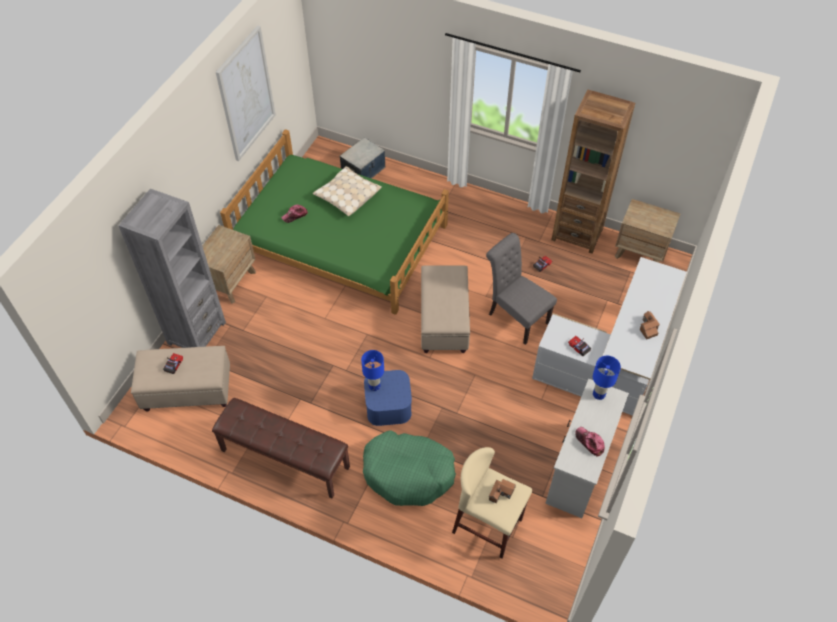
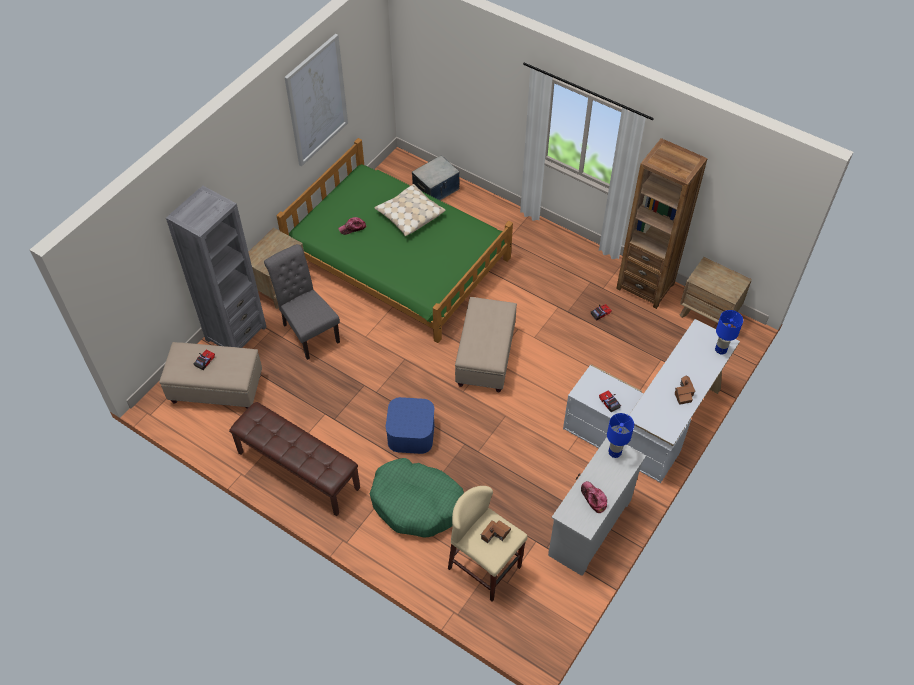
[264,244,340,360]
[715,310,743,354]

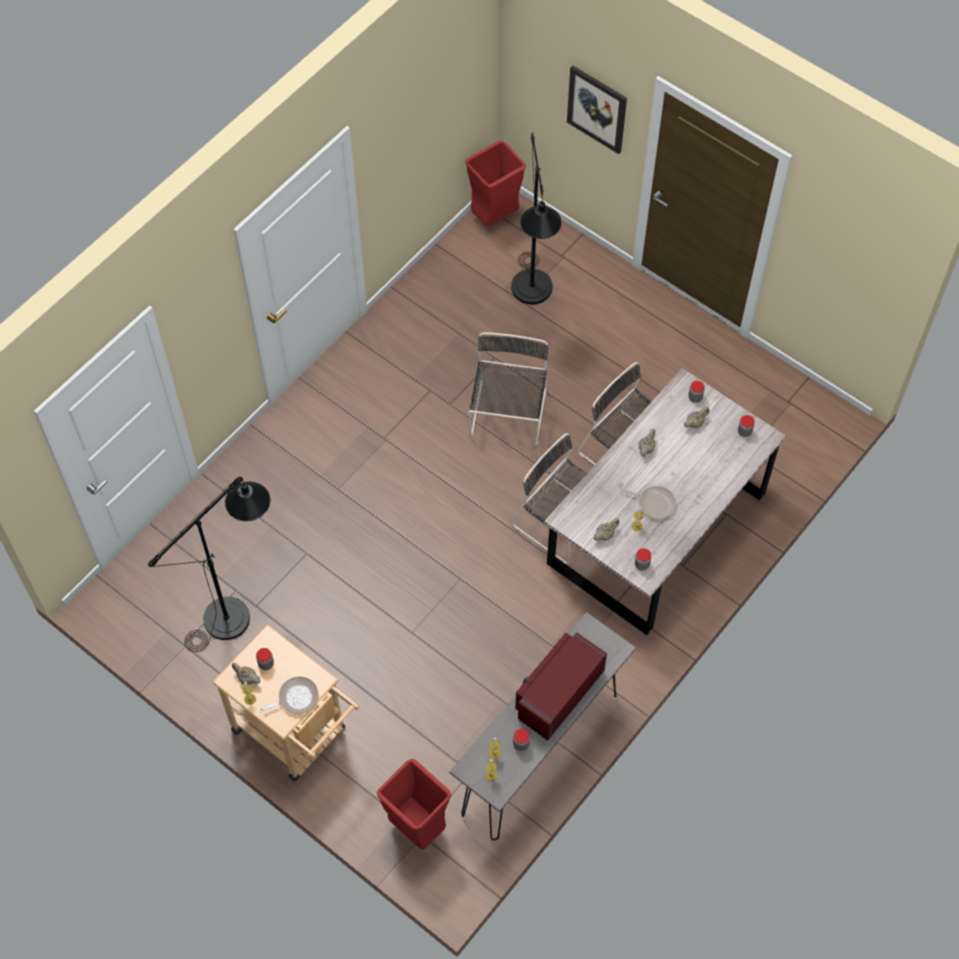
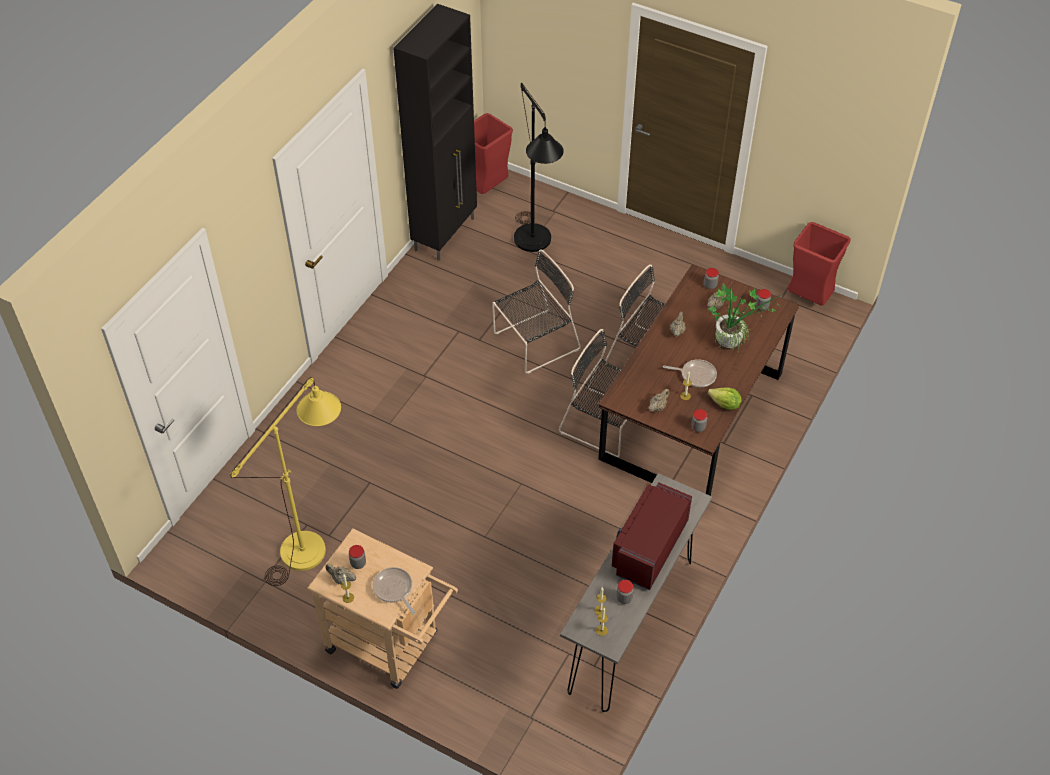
[230,377,341,586]
[372,567,416,615]
[393,4,477,261]
[492,249,581,374]
[598,264,799,496]
[706,283,782,353]
[708,388,742,410]
[788,222,851,306]
[567,65,627,154] (first image)

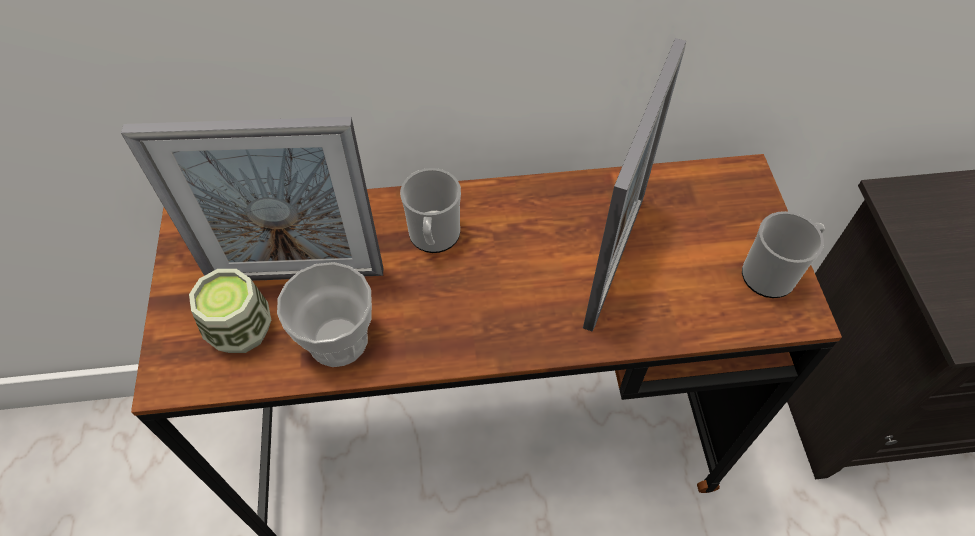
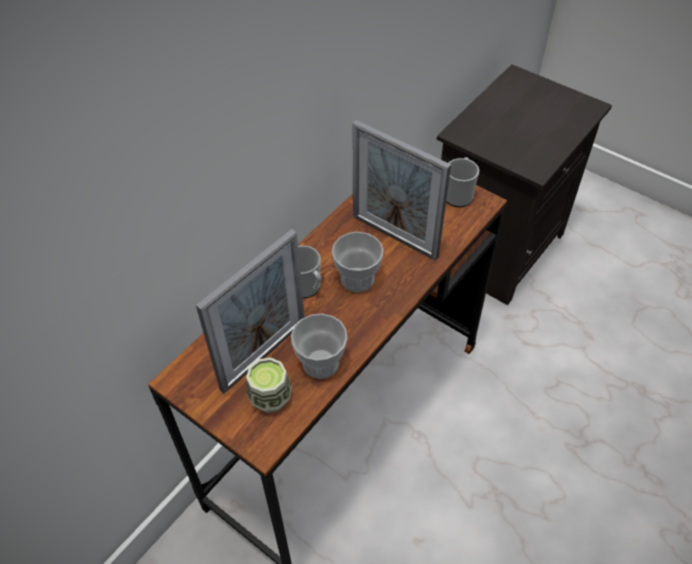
[332,232,384,292]
[353,120,451,261]

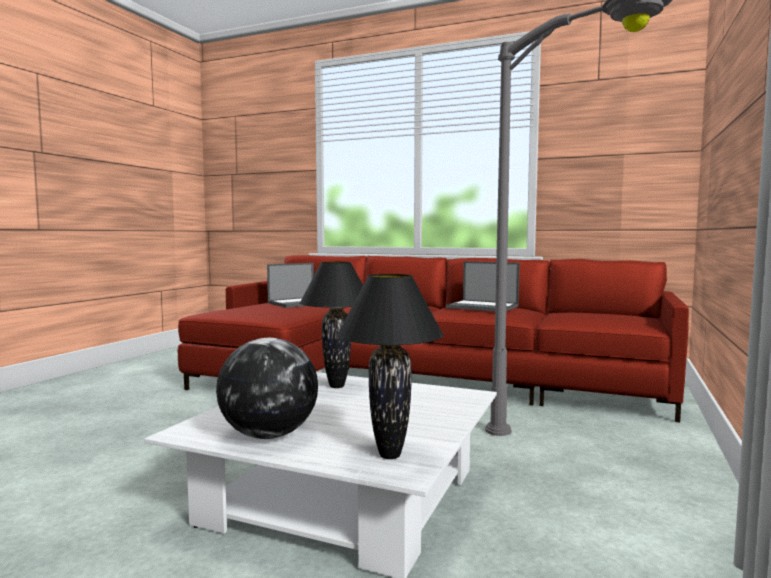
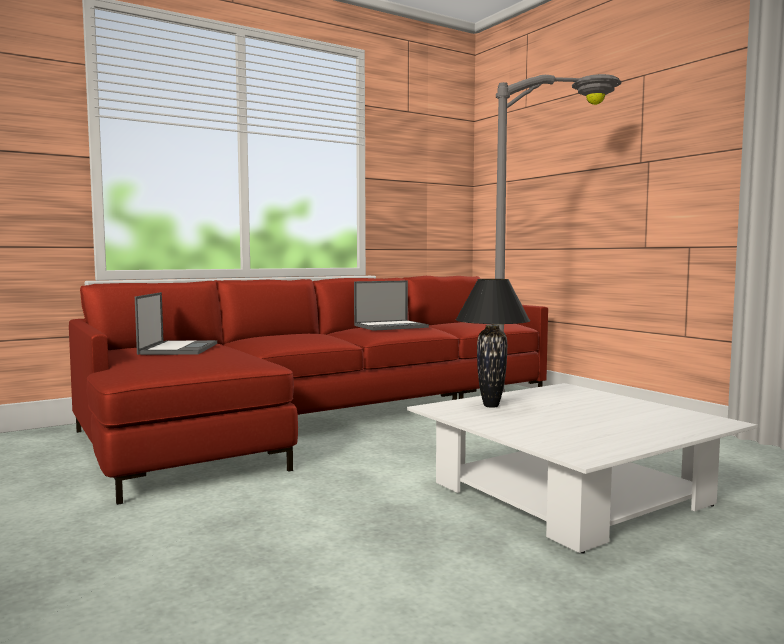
[216,338,318,439] (first image)
[337,274,444,459] (first image)

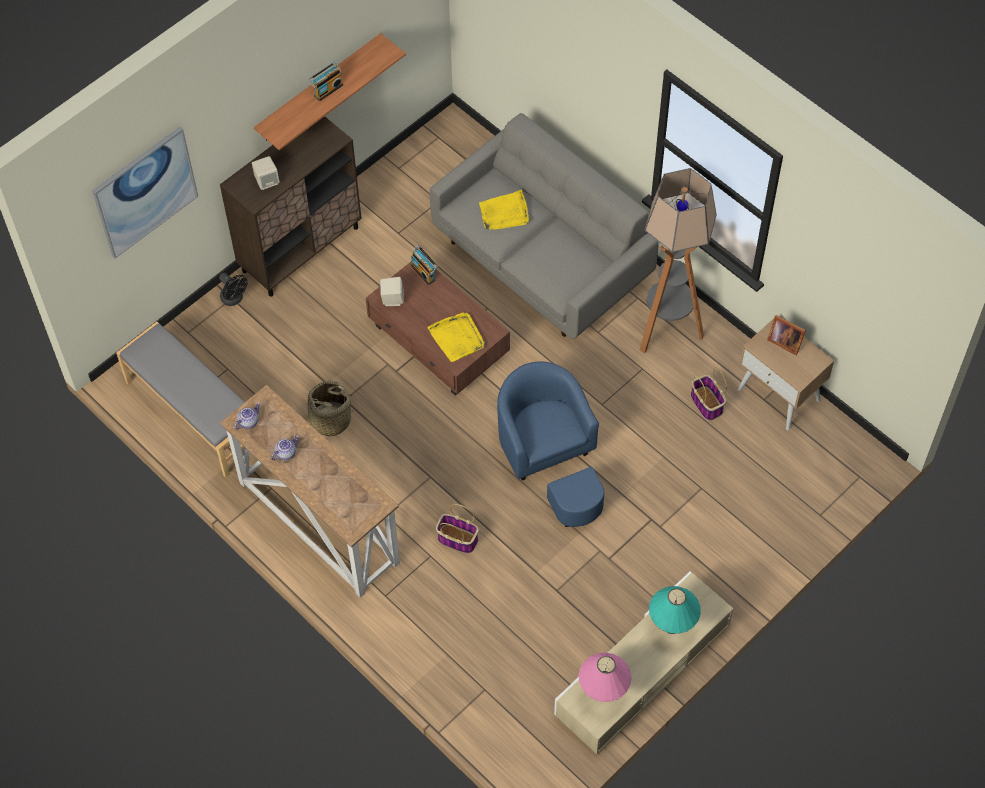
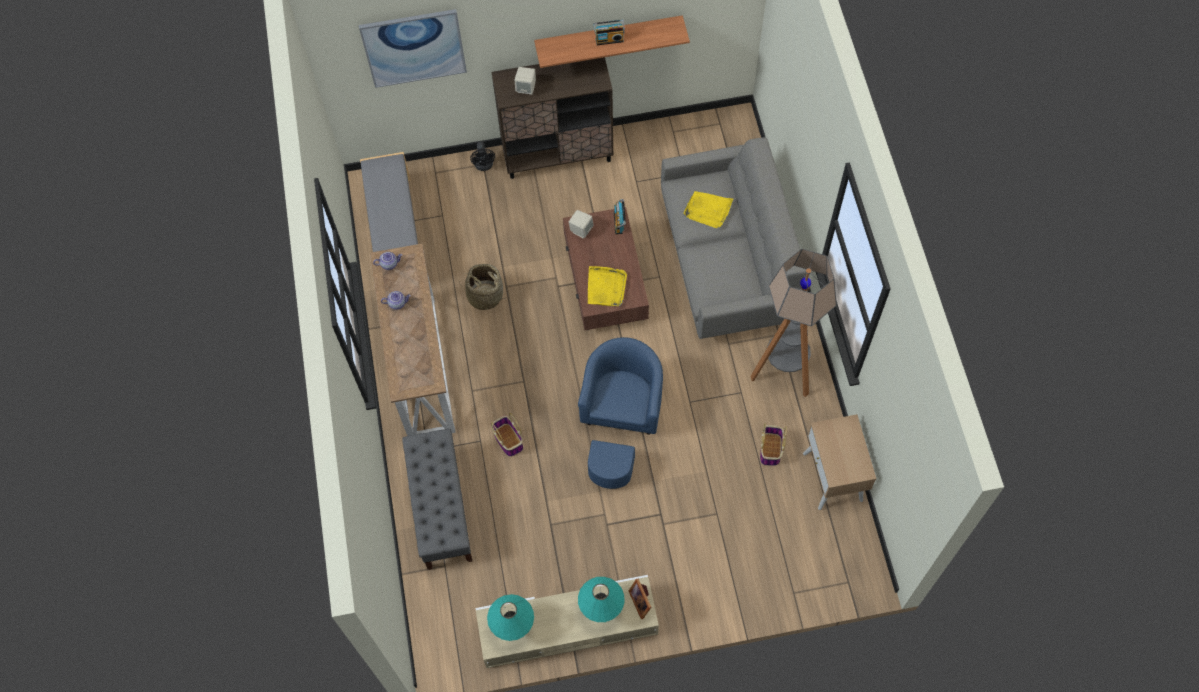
[402,429,472,570]
[487,594,534,641]
[629,578,651,619]

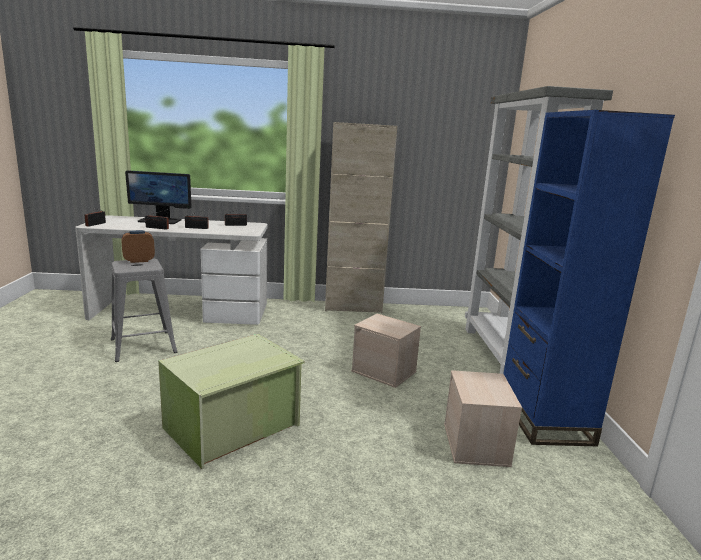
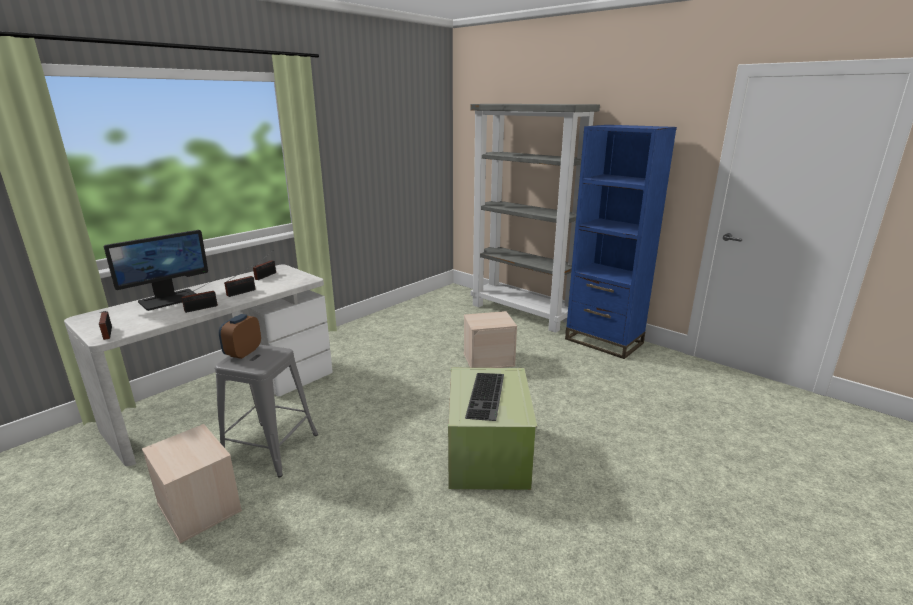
[142,424,242,544]
[465,373,504,421]
[325,122,397,313] (first image)

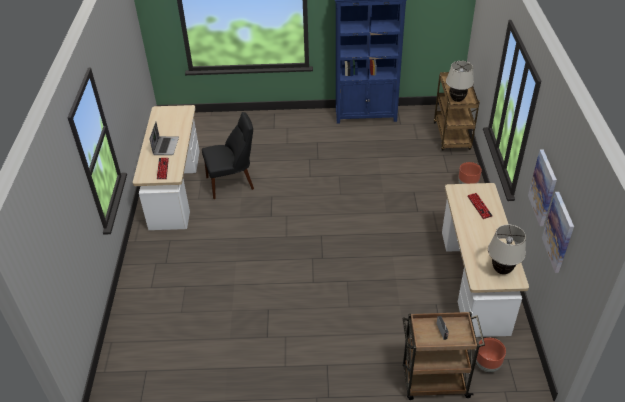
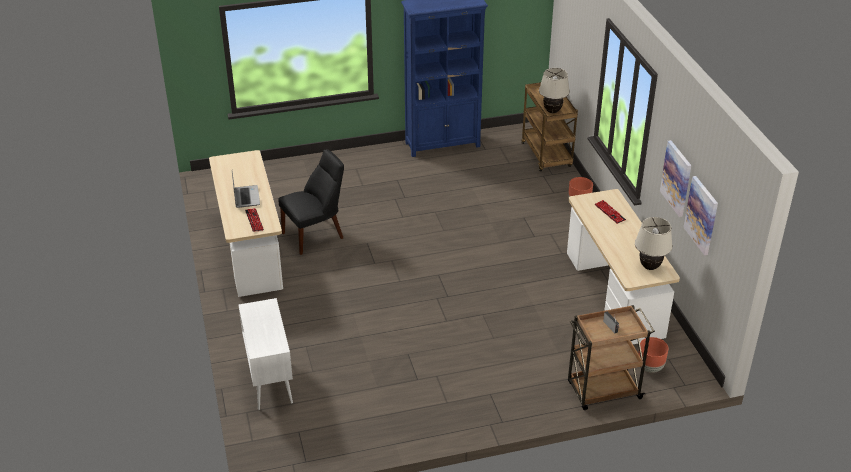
[239,298,293,410]

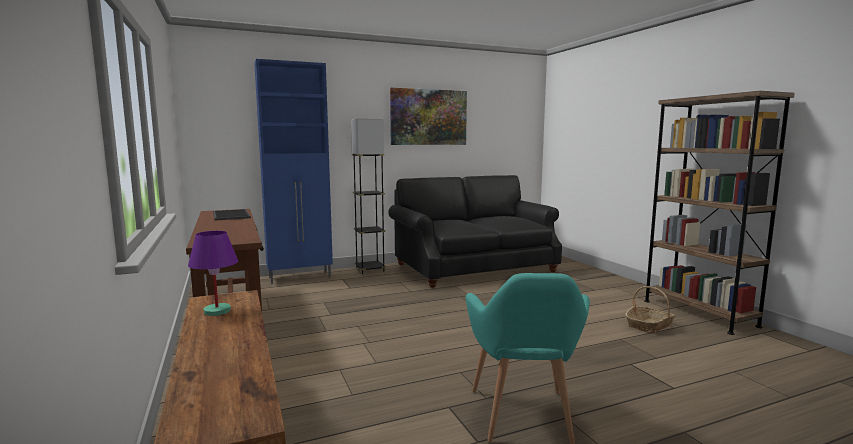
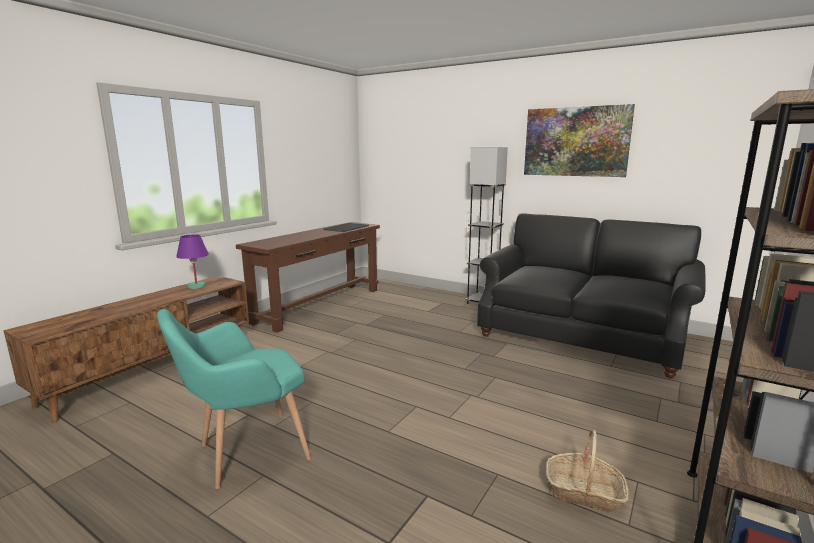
[254,59,333,284] (first image)

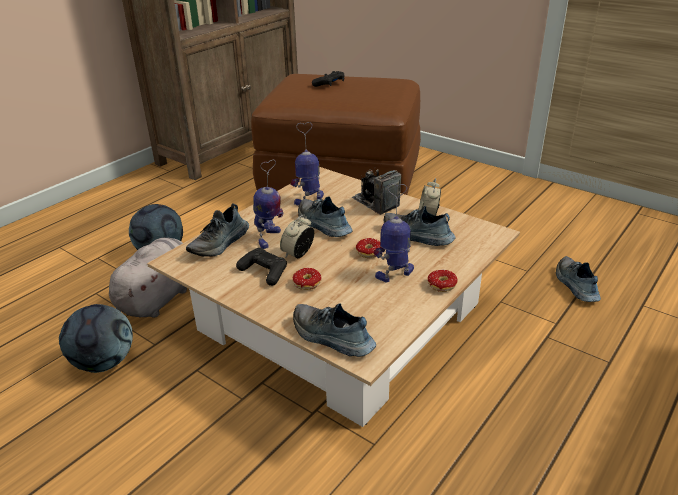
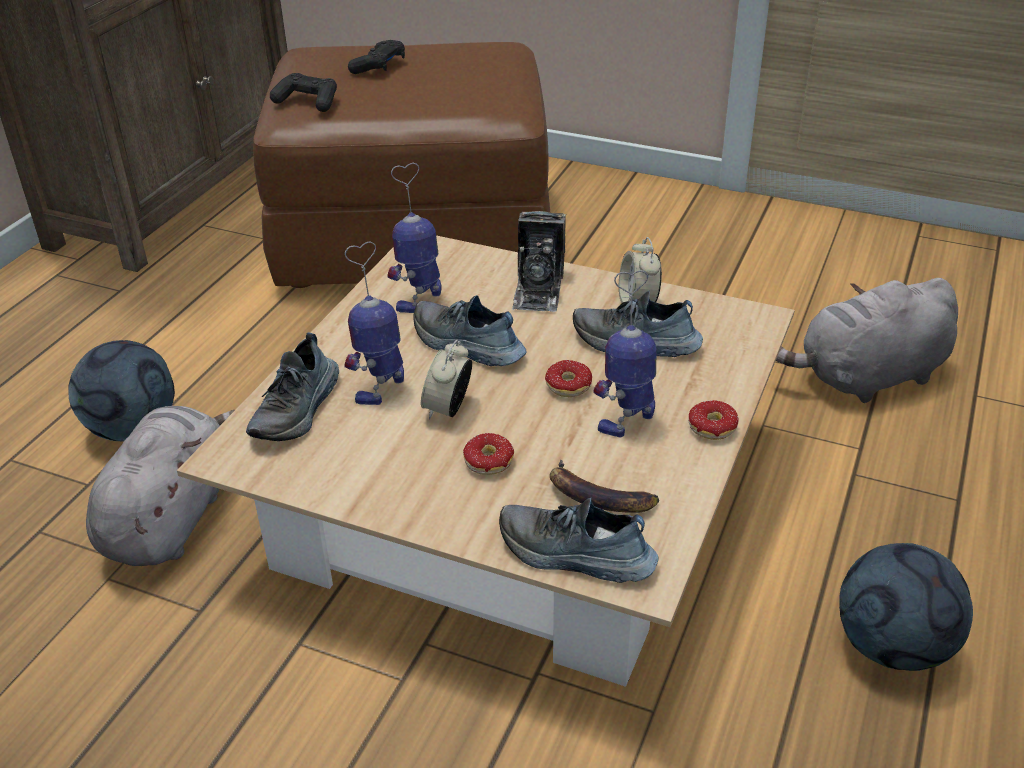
[270,73,337,112]
[344,241,404,405]
[512,211,566,312]
[550,460,659,513]
[776,278,958,403]
[839,543,973,671]

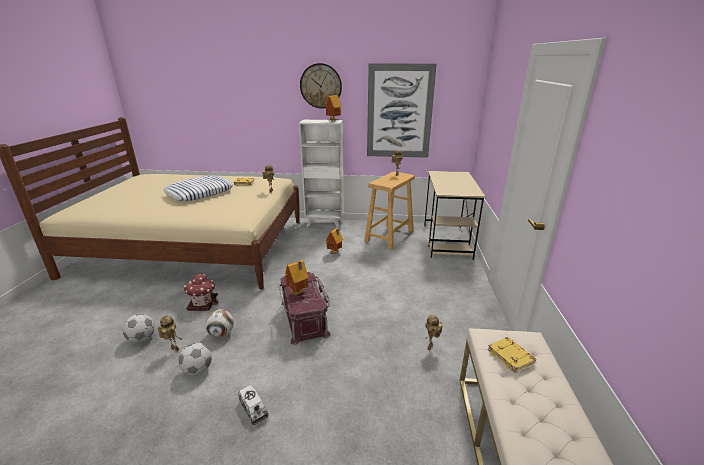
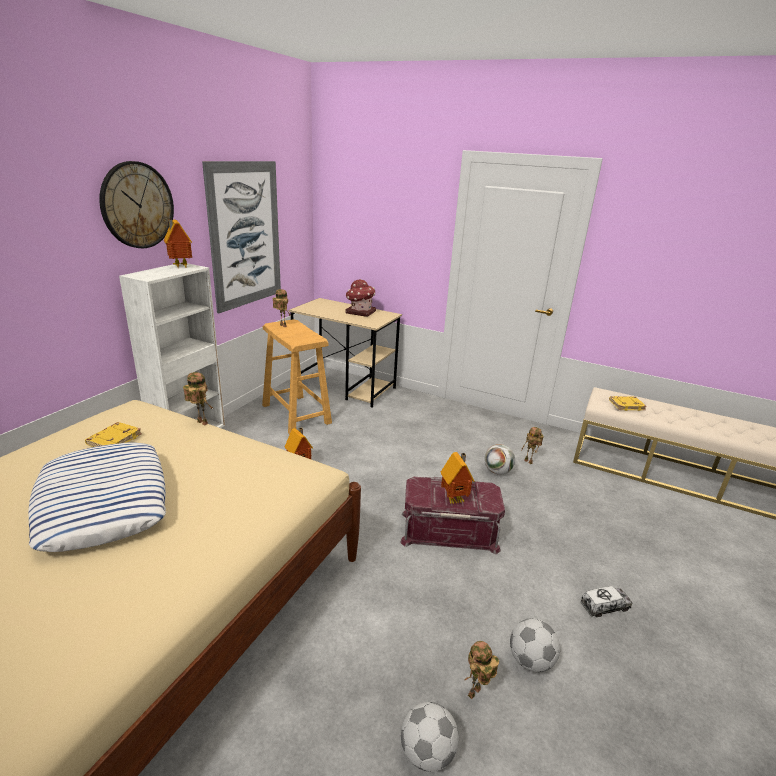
[345,279,376,317]
[484,444,515,475]

